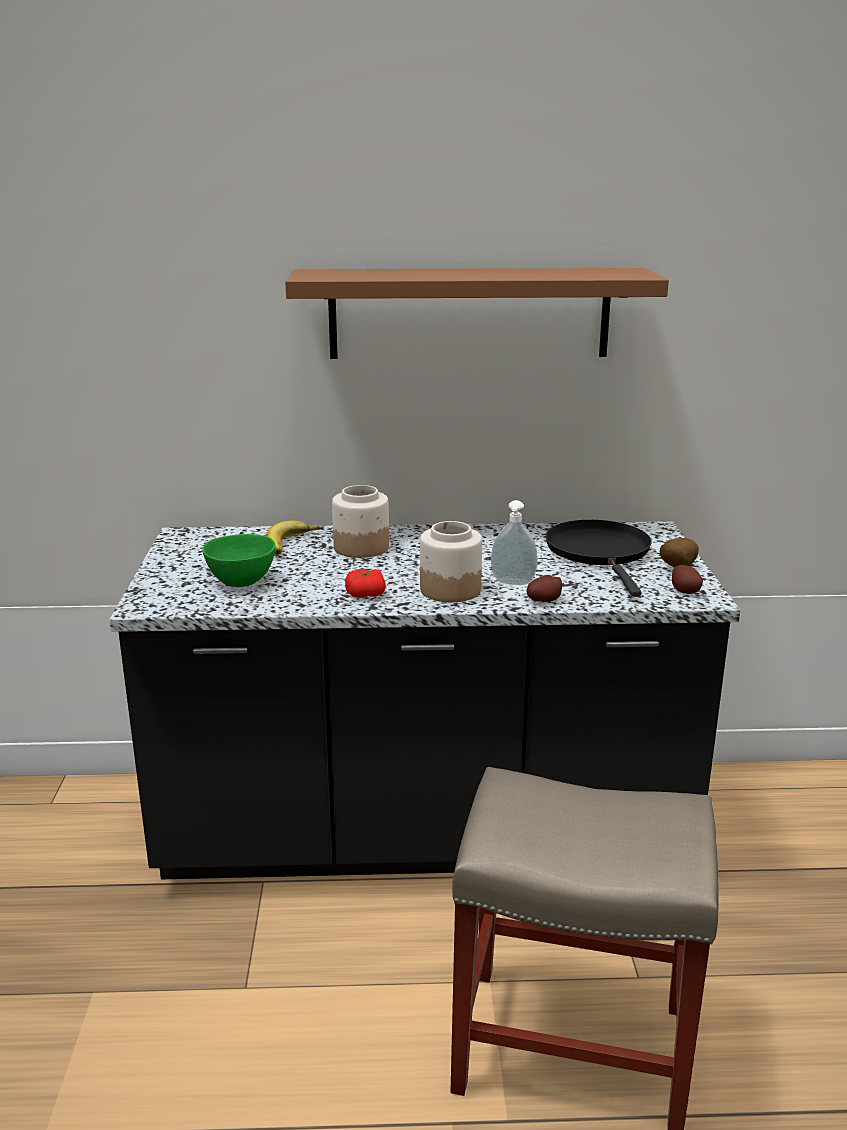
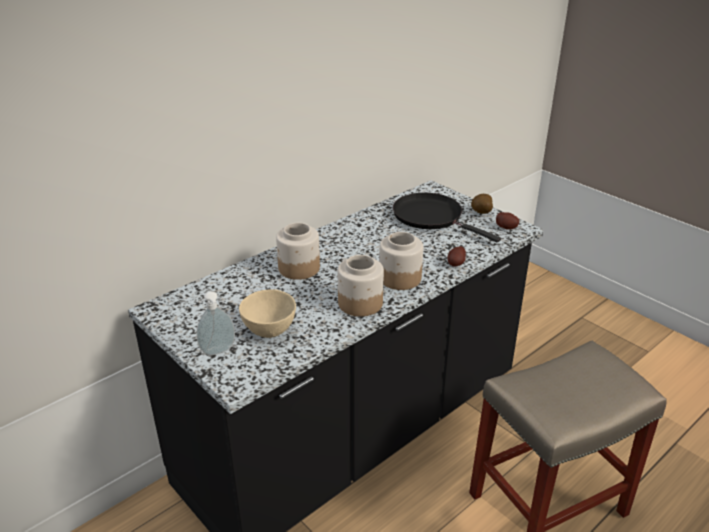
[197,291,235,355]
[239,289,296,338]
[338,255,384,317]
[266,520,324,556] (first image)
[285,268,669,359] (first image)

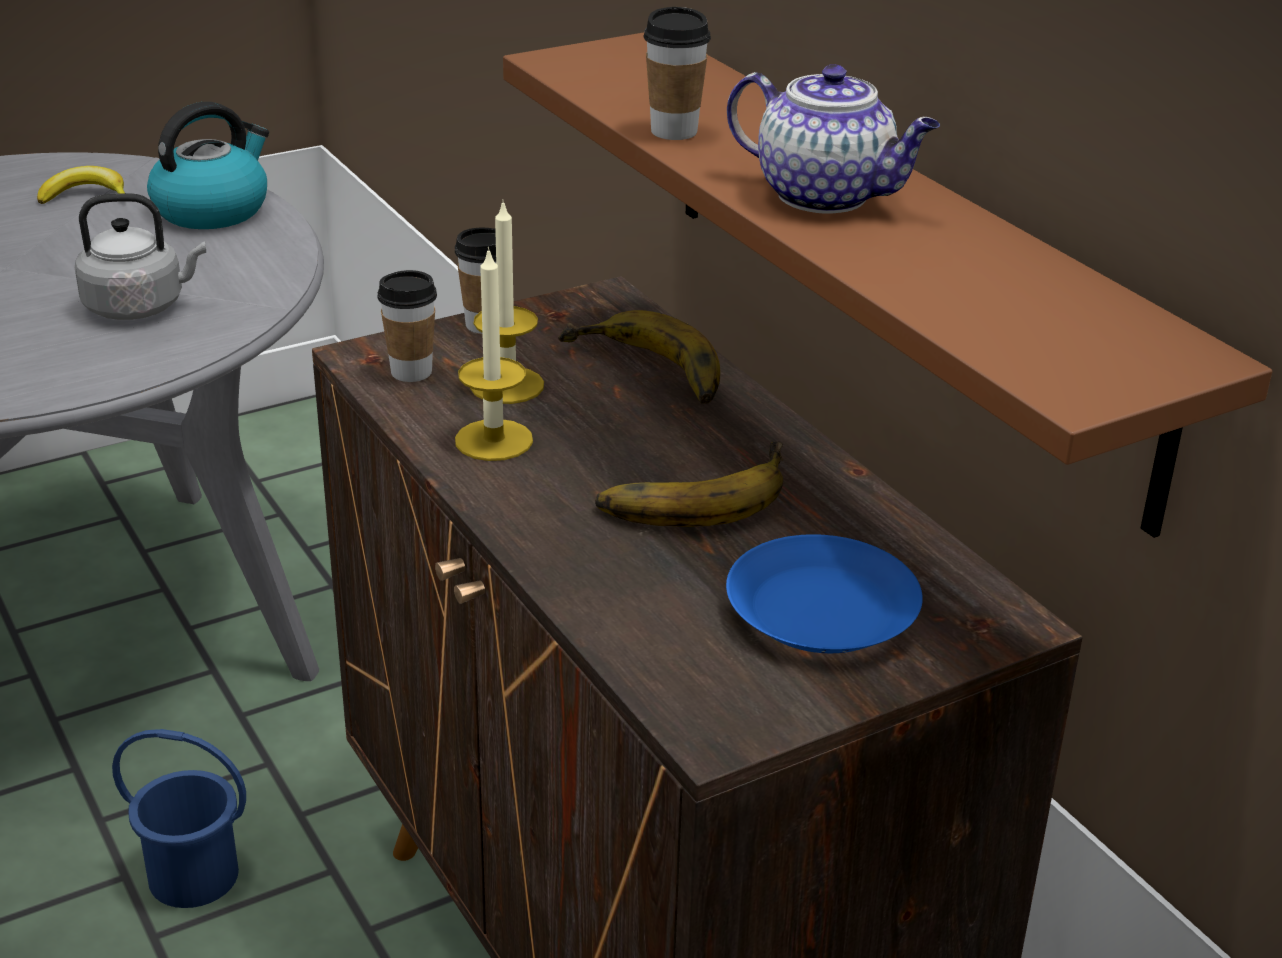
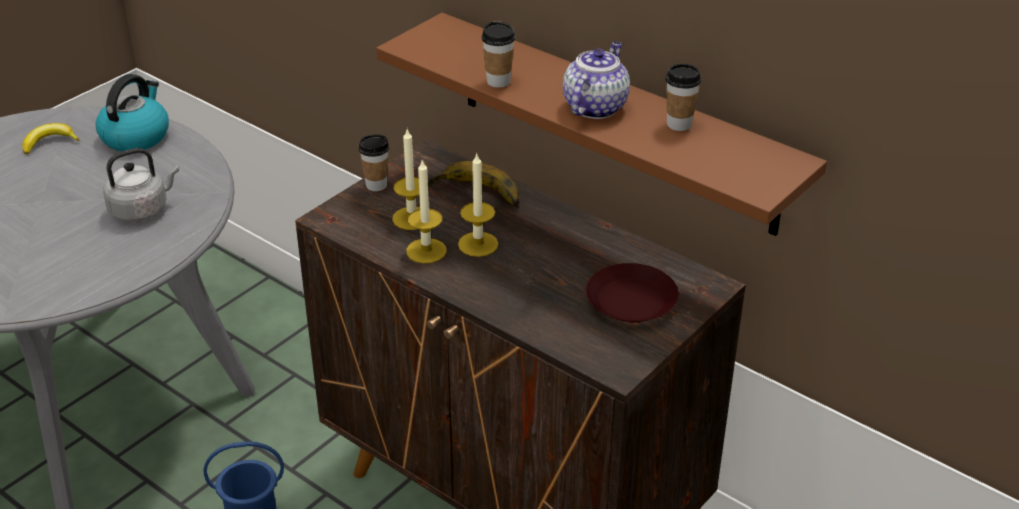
[458,152,499,257]
[563,42,630,119]
[586,263,679,322]
[665,64,701,131]
[595,441,783,527] (first image)

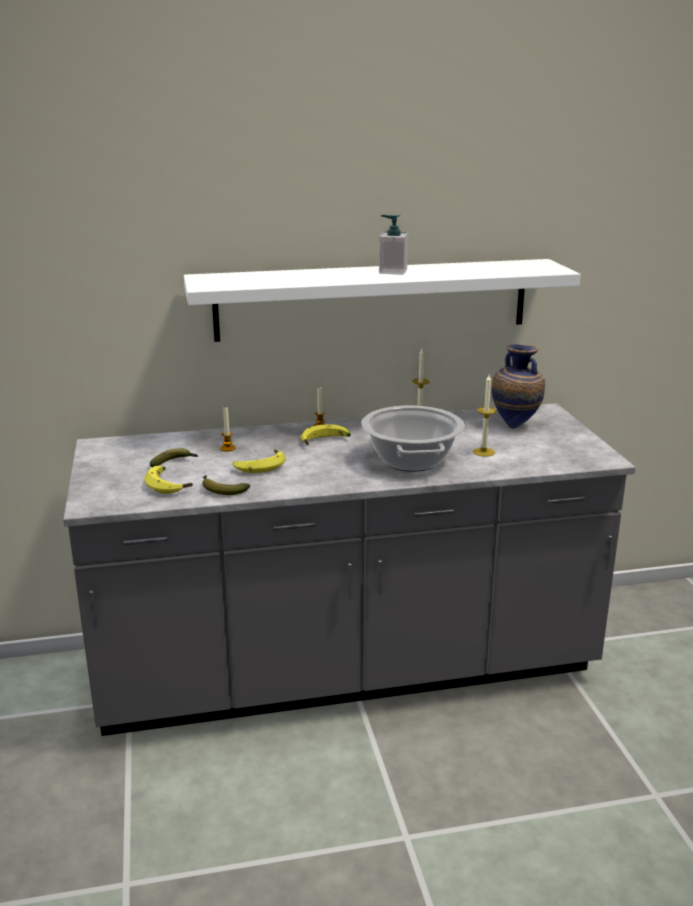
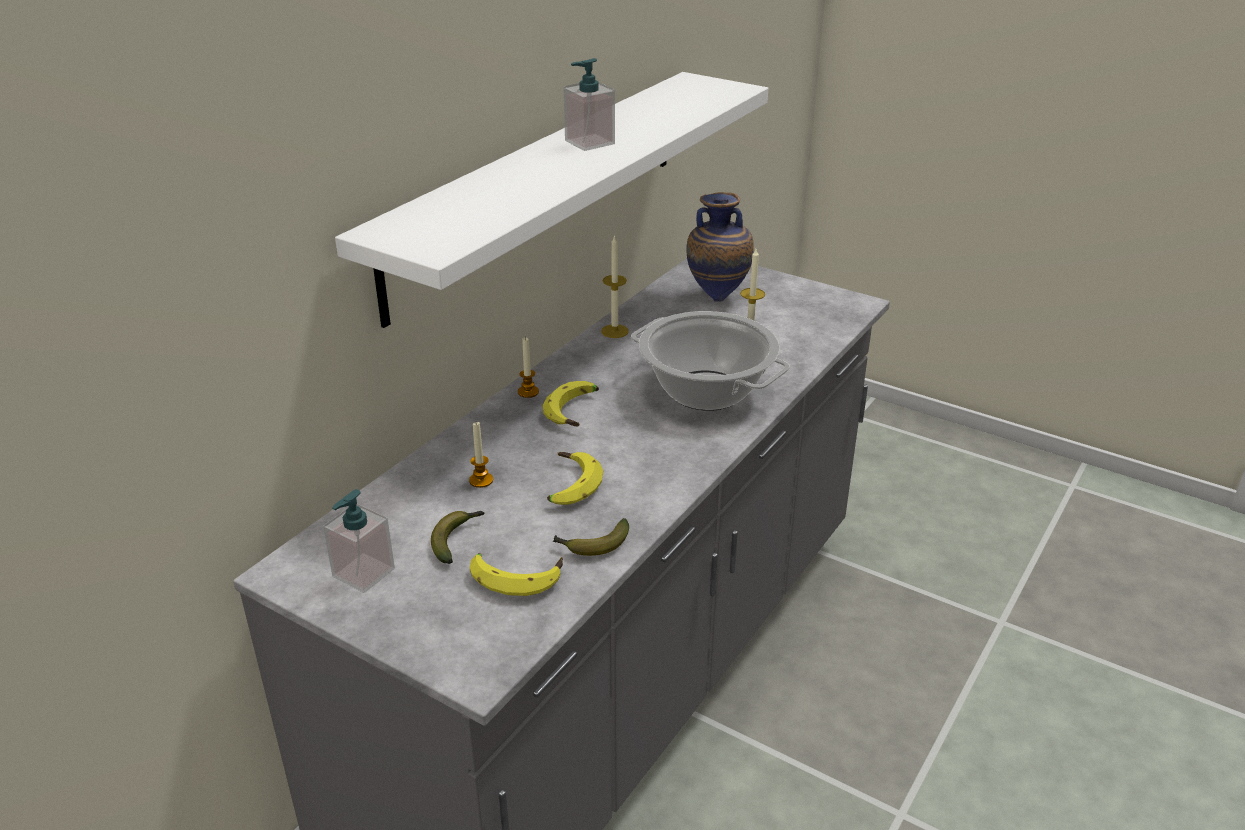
[323,489,395,593]

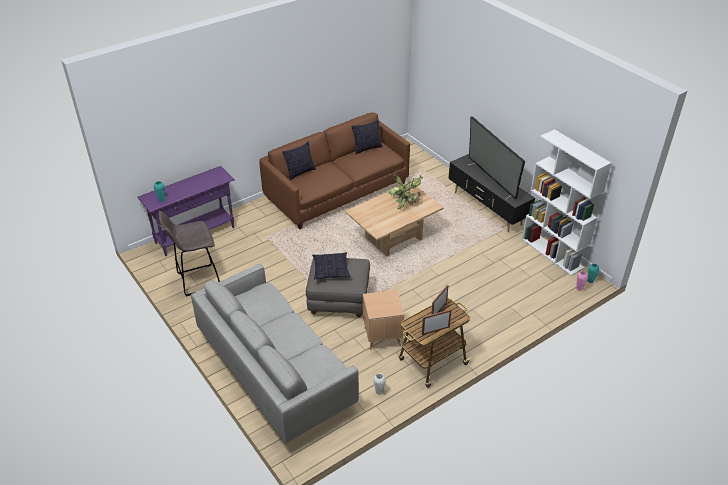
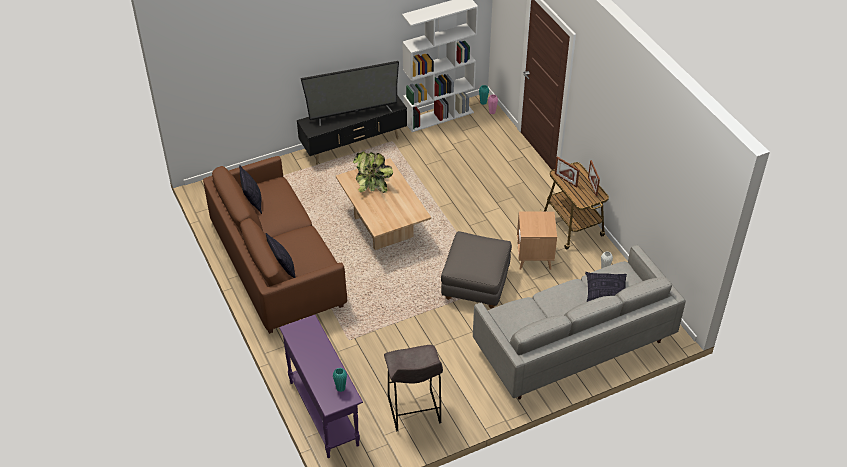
[585,272,627,302]

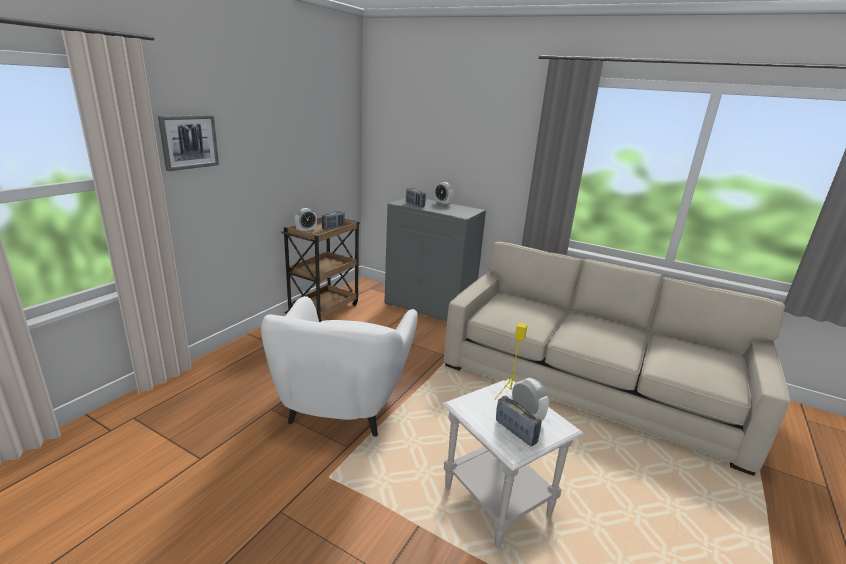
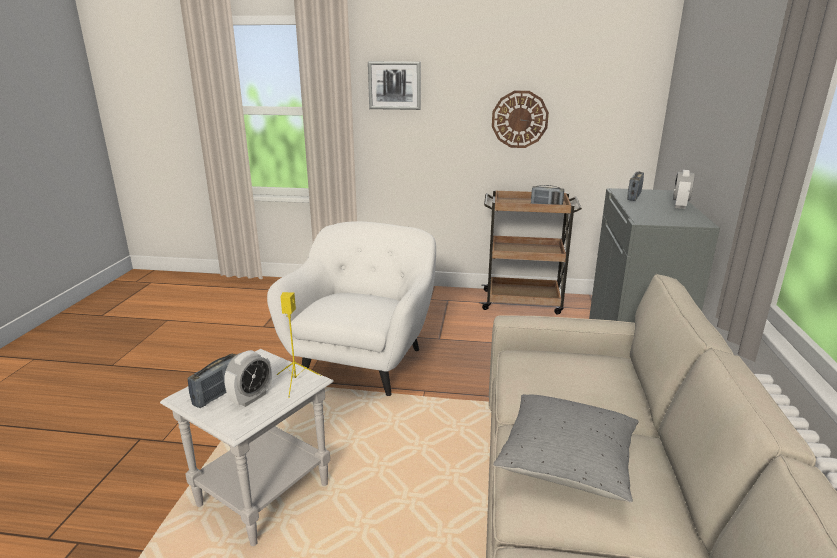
[267,221,436,396]
[492,91,549,148]
[493,394,638,503]
[295,208,317,232] (first image)

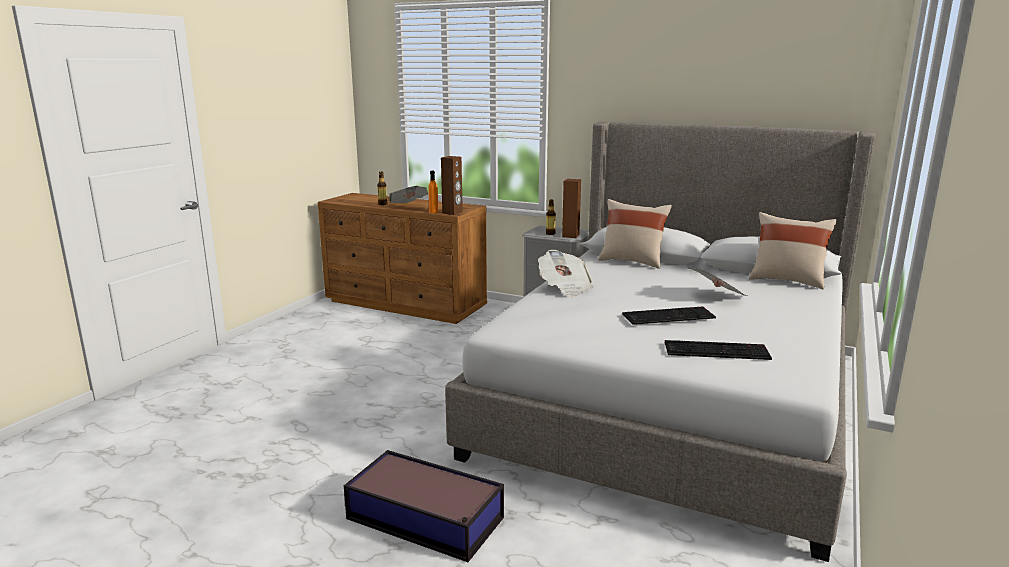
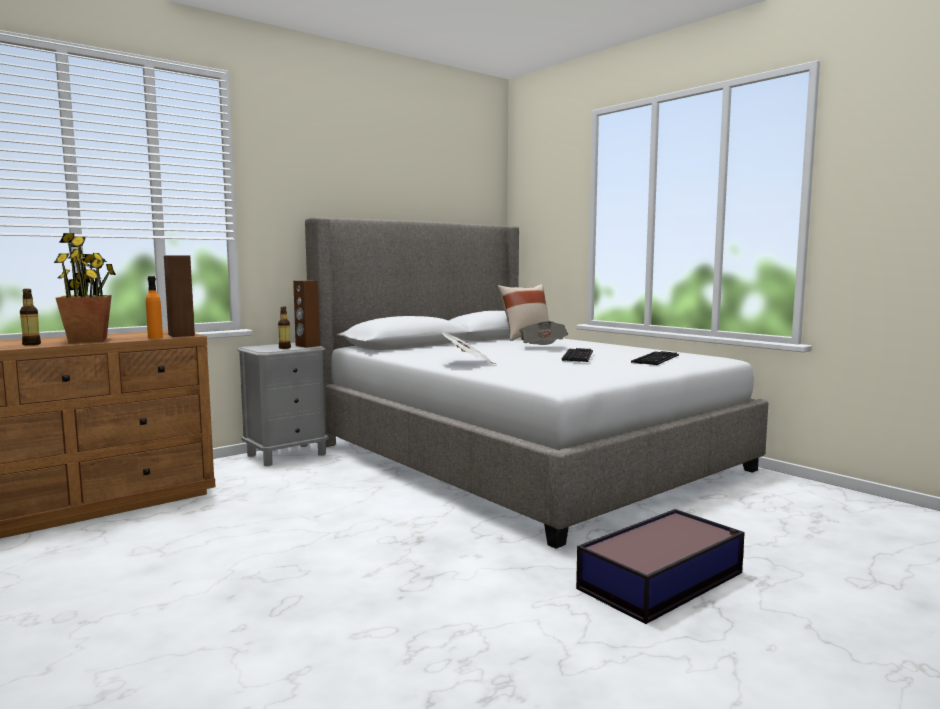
[54,233,116,343]
[598,199,672,269] (first image)

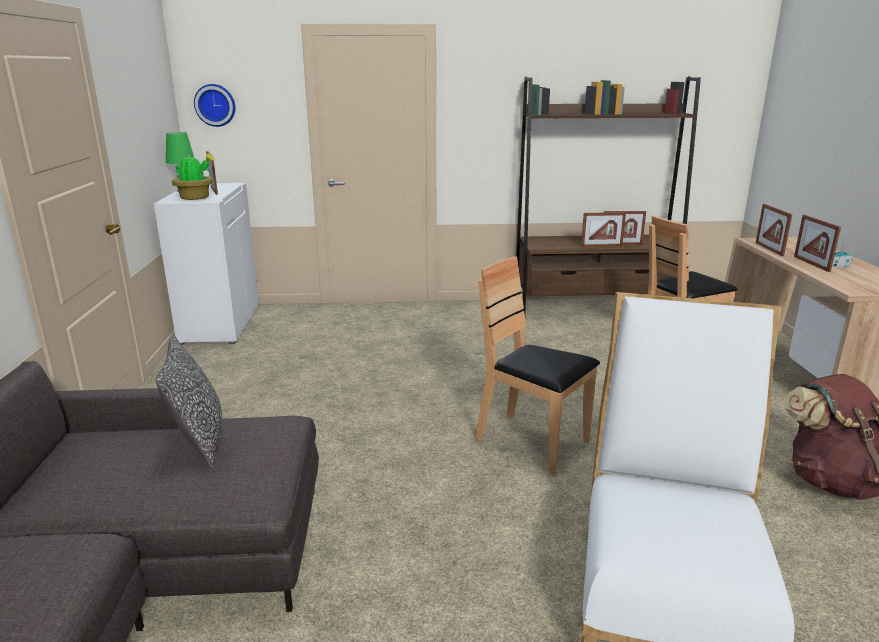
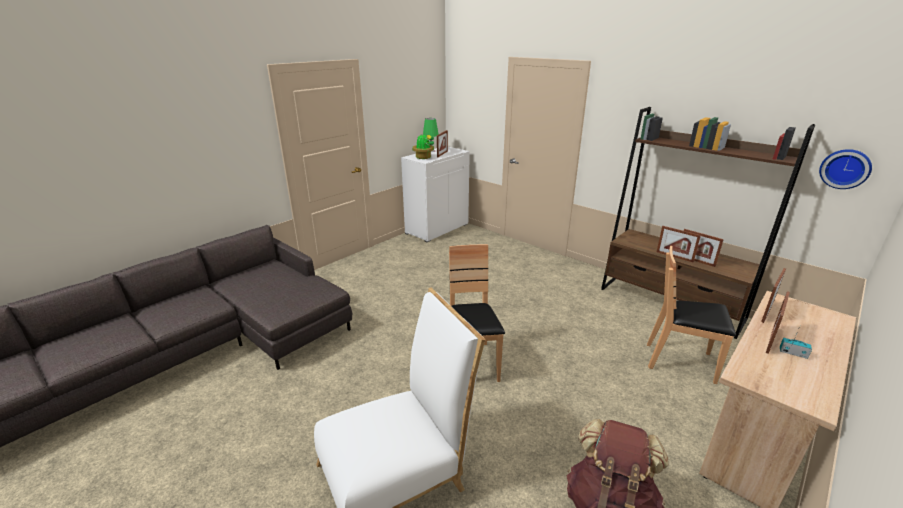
[819,149,872,189]
[156,334,222,469] (first image)

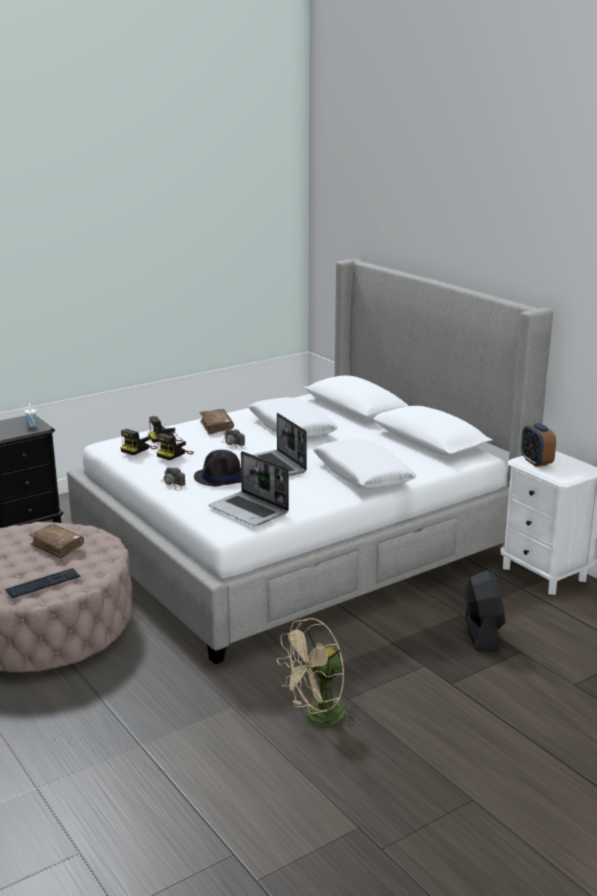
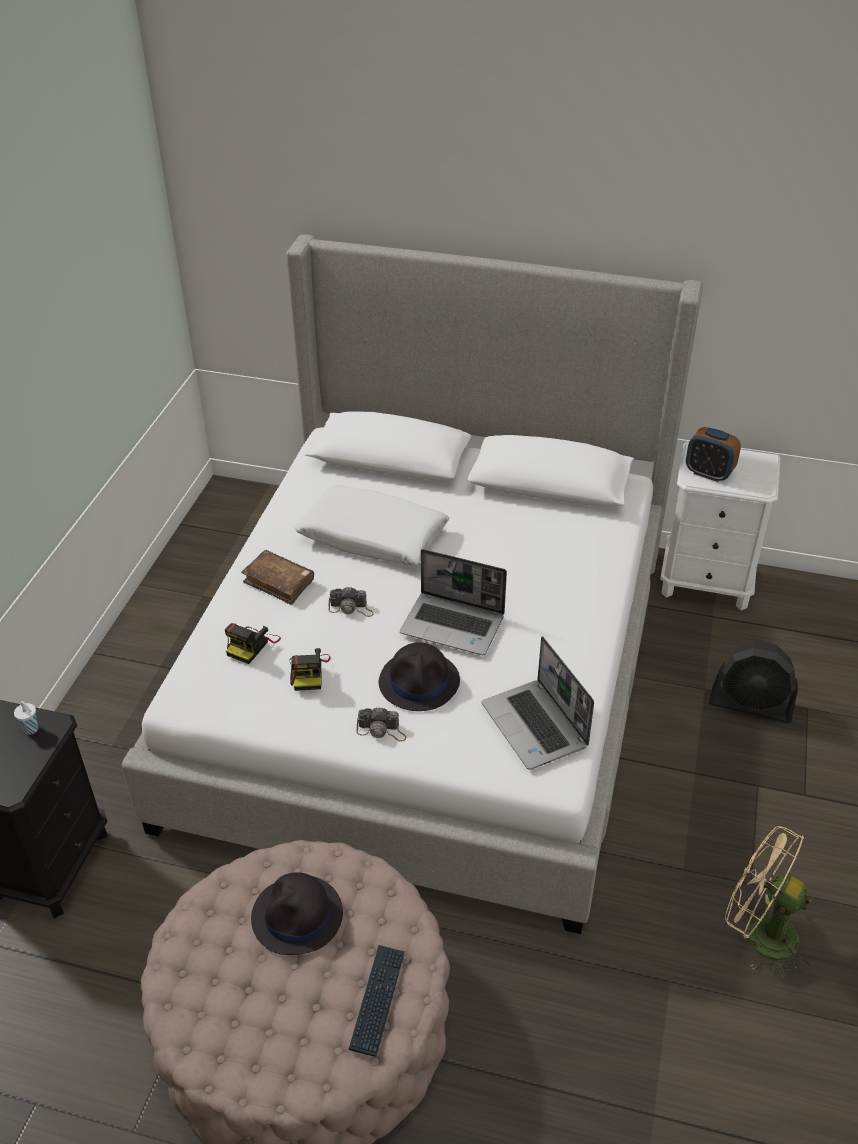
[251,872,343,955]
[482,636,594,770]
[709,641,798,723]
[725,826,811,977]
[120,429,158,455] (first image)
[313,439,416,489] (first image)

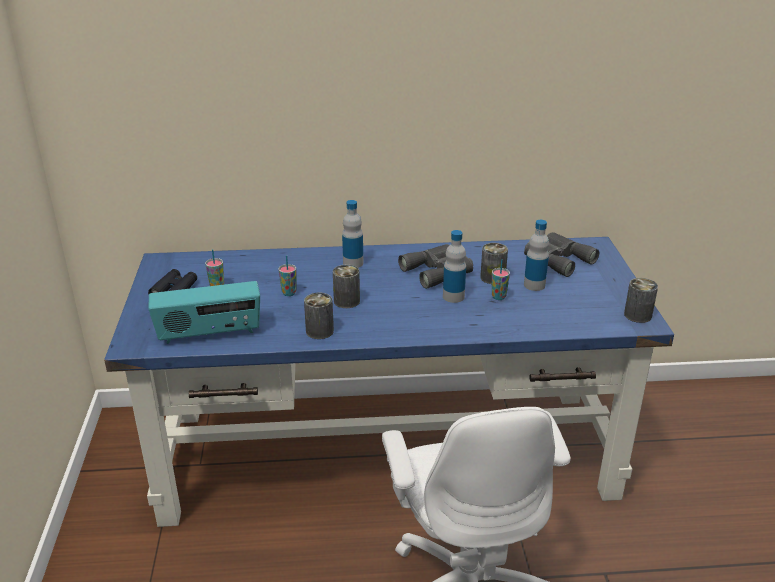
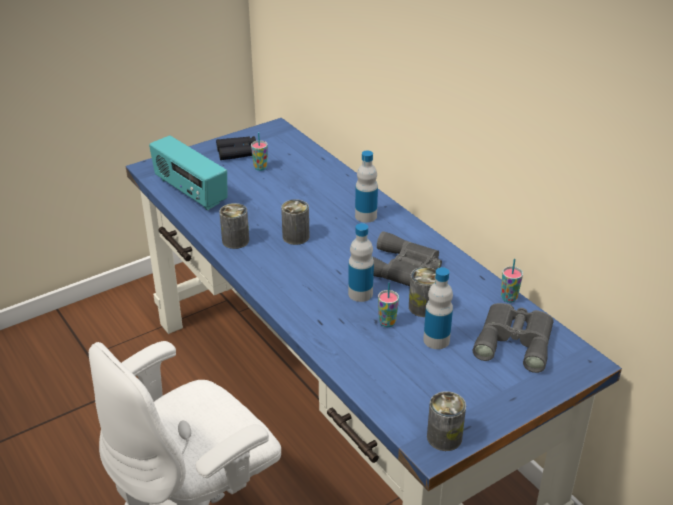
[501,259,523,303]

